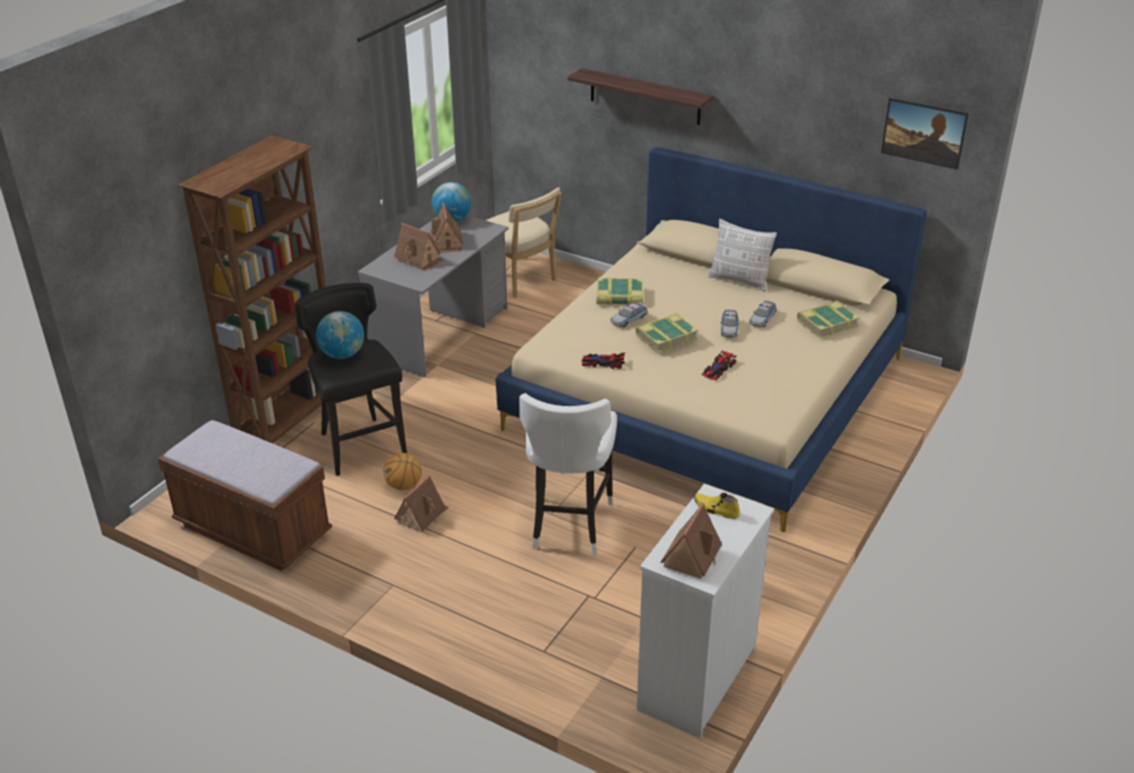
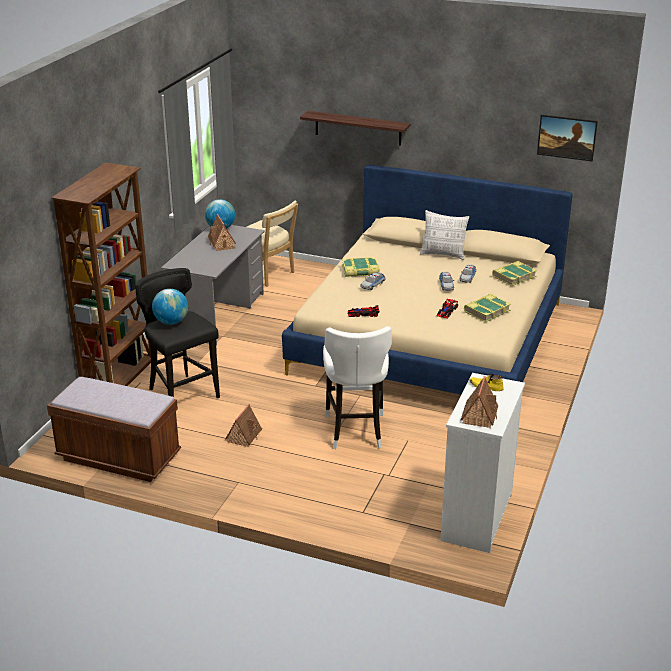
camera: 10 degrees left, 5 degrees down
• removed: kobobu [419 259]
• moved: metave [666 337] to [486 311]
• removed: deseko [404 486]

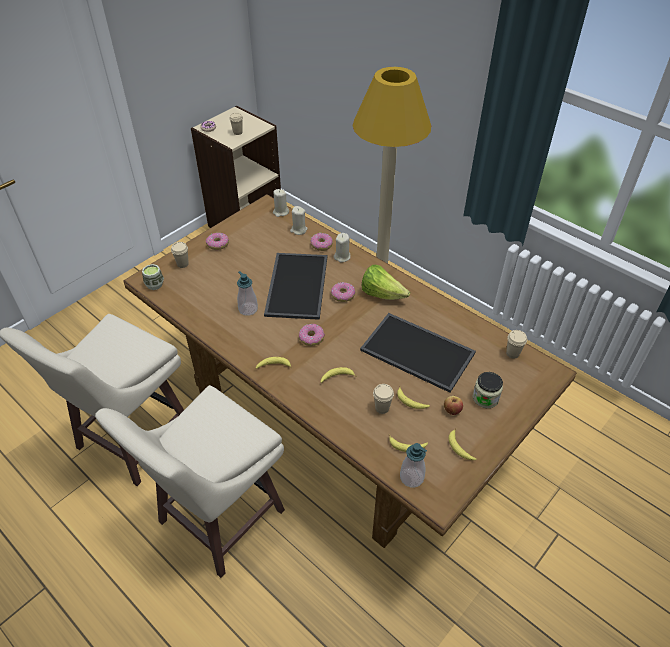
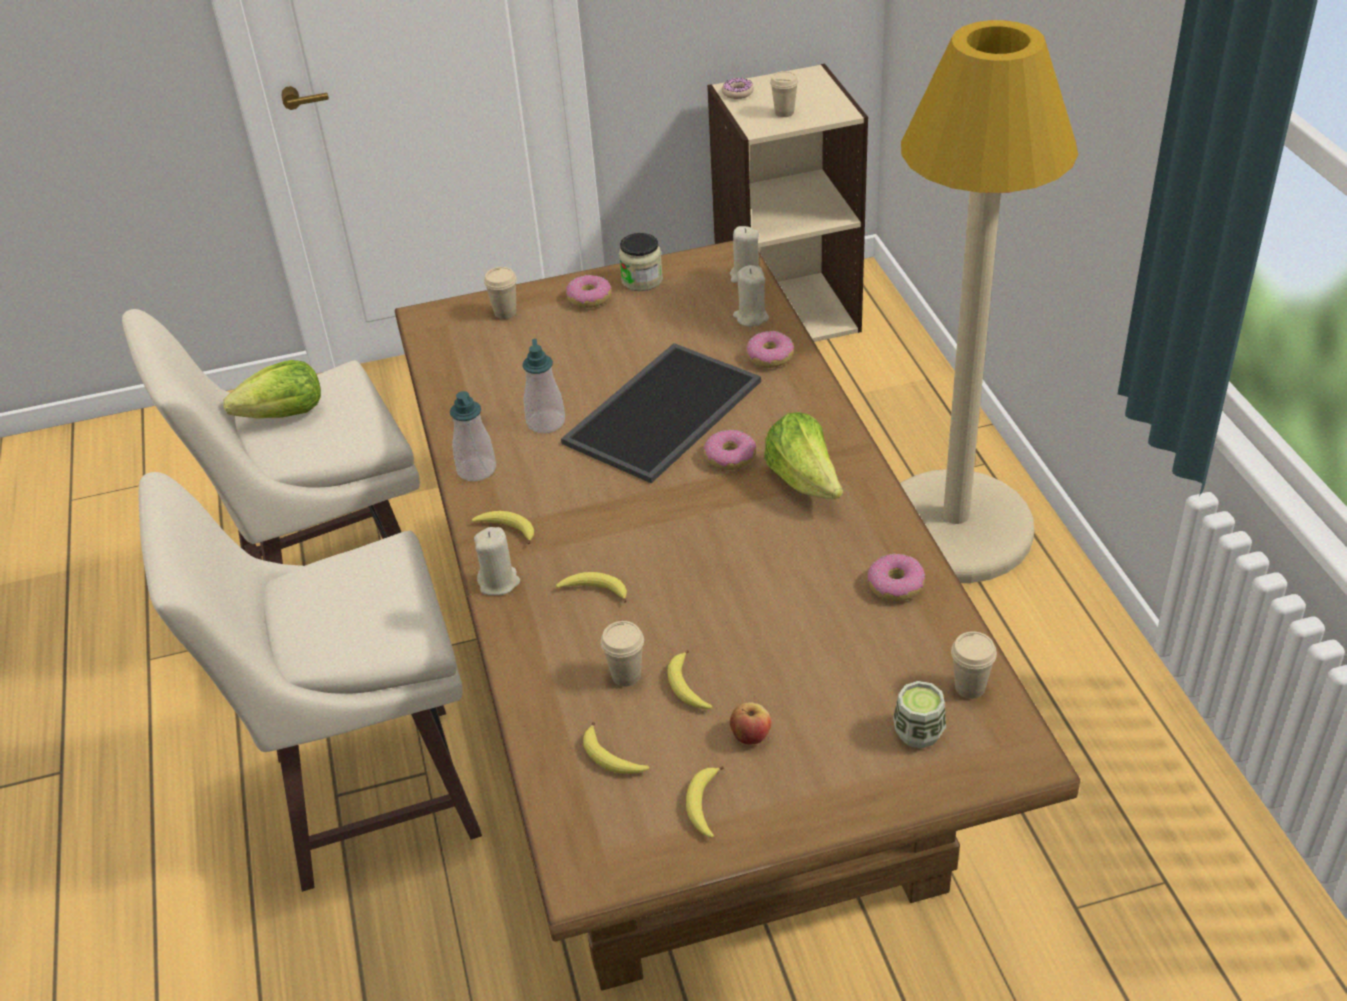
camera: 35 degrees right, 5 degrees down
• moved: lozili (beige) [342 257] to [499 582]
• moved: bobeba [155 284] to [918 732]
• removed: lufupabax [419 351]
• moved: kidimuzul [311 338] to [895 585]
• moved: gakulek [485 398] to [642 280]
• moved: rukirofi [411 477] to [476 469]
• added: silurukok [284 415]

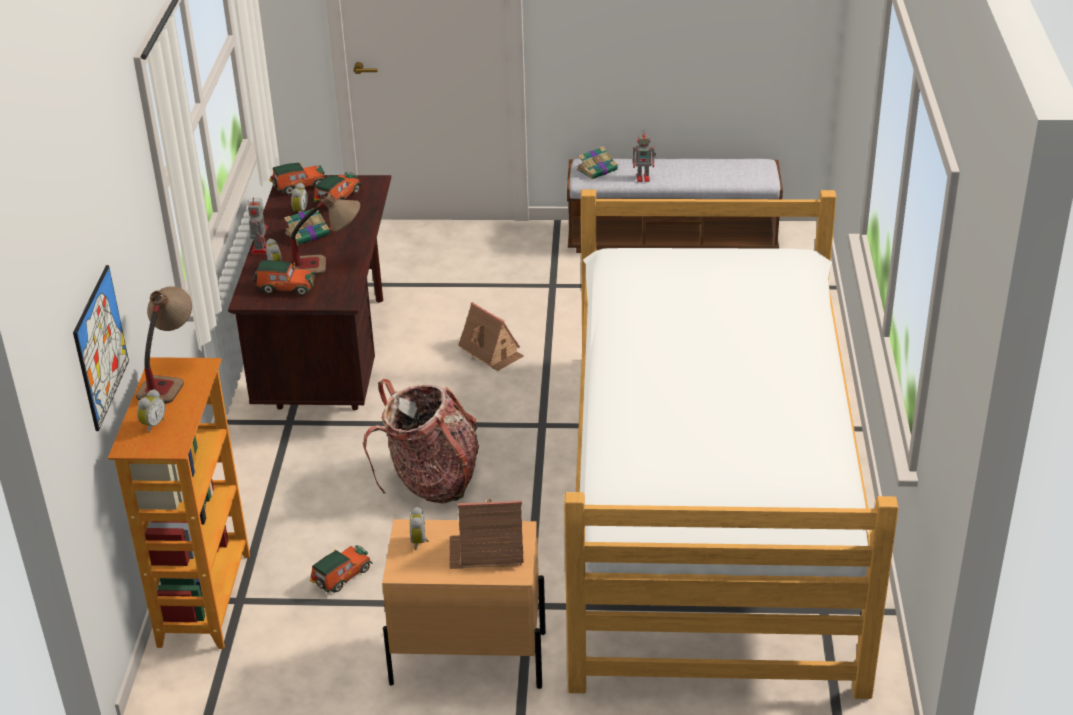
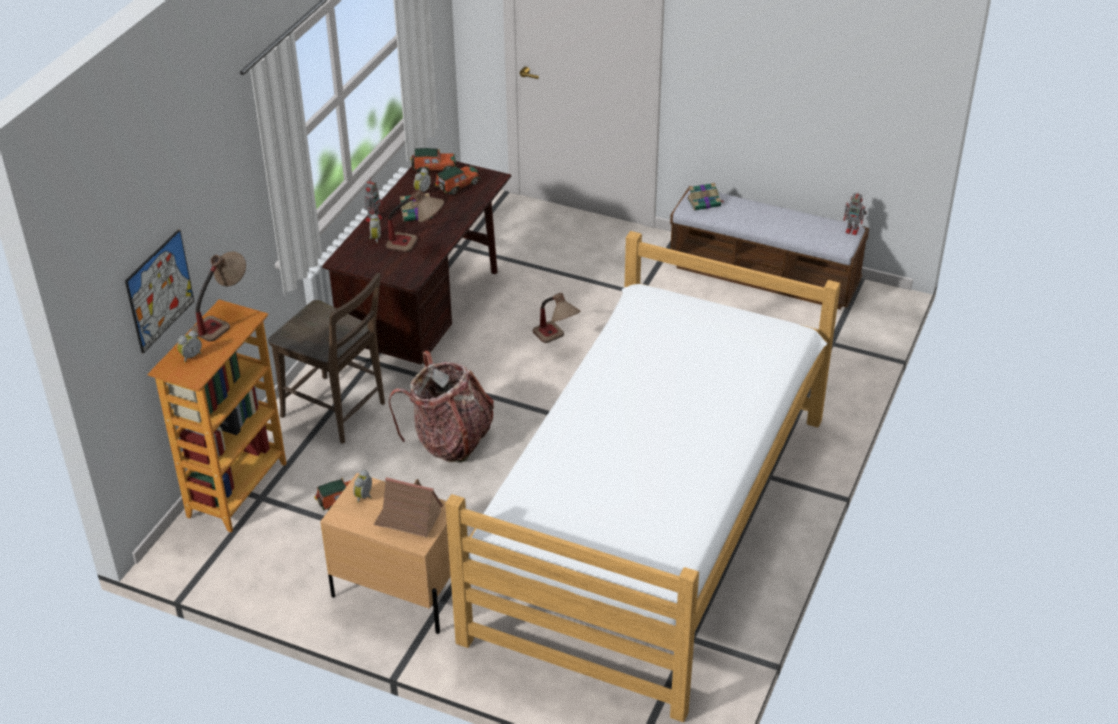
camera: 20 degrees right, 5 degrees up
• moved: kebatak [644 178] to [853 230]
• removed: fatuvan [285 287]
• replaced: kobobu [491 352] to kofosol [557 341]
• added: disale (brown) [338 412]

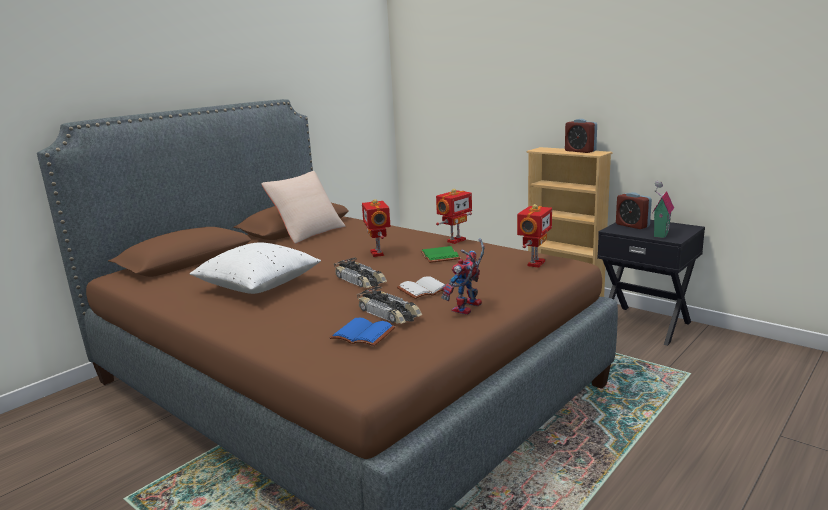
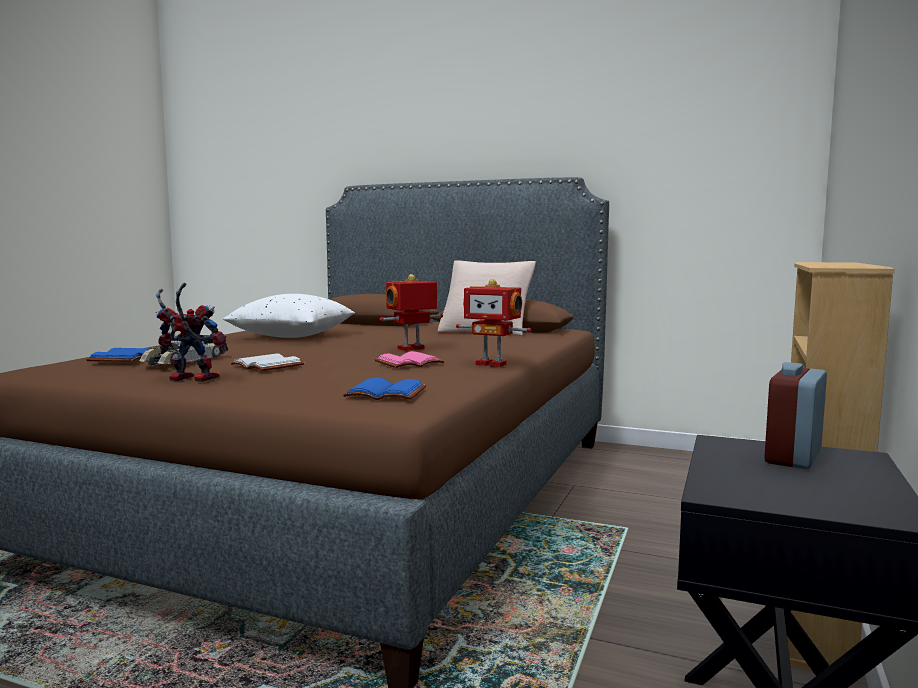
camera: 70 degrees right, 10 degrees down
• removed: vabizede [580 151]
• removed: kobobu [659 234]
• replaced: kebatak [534 263] to metave (blue) [387 393]
• recoloured: metave (green) [441 256] to metave (pink) [409 364]
• removed: fatuvan [360 280]

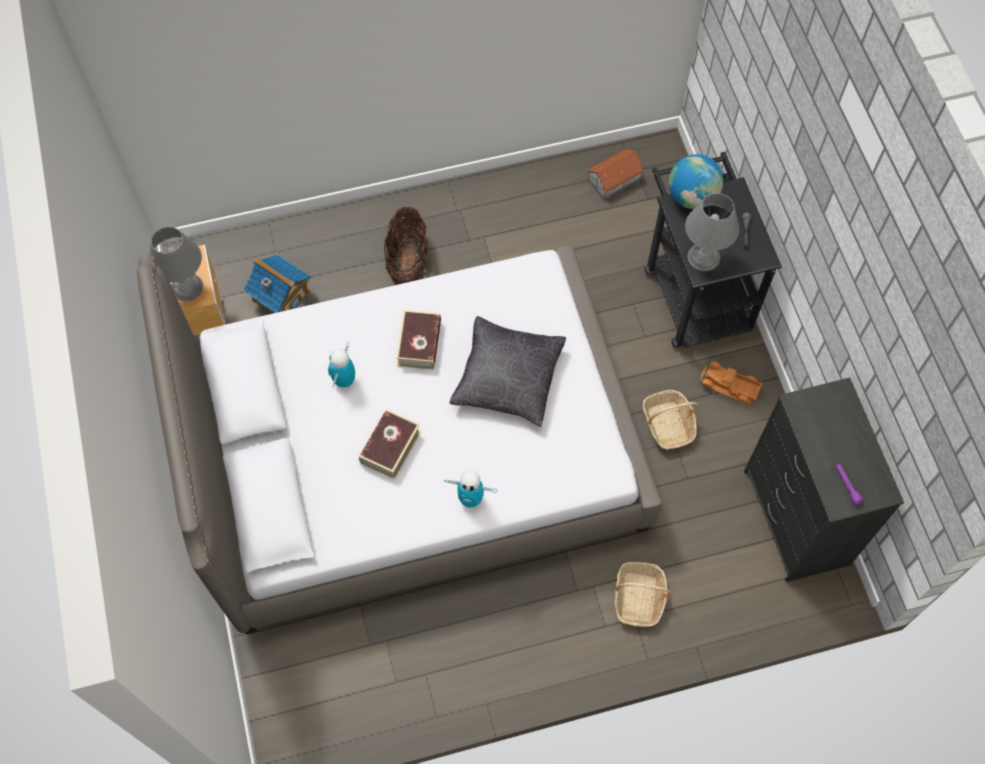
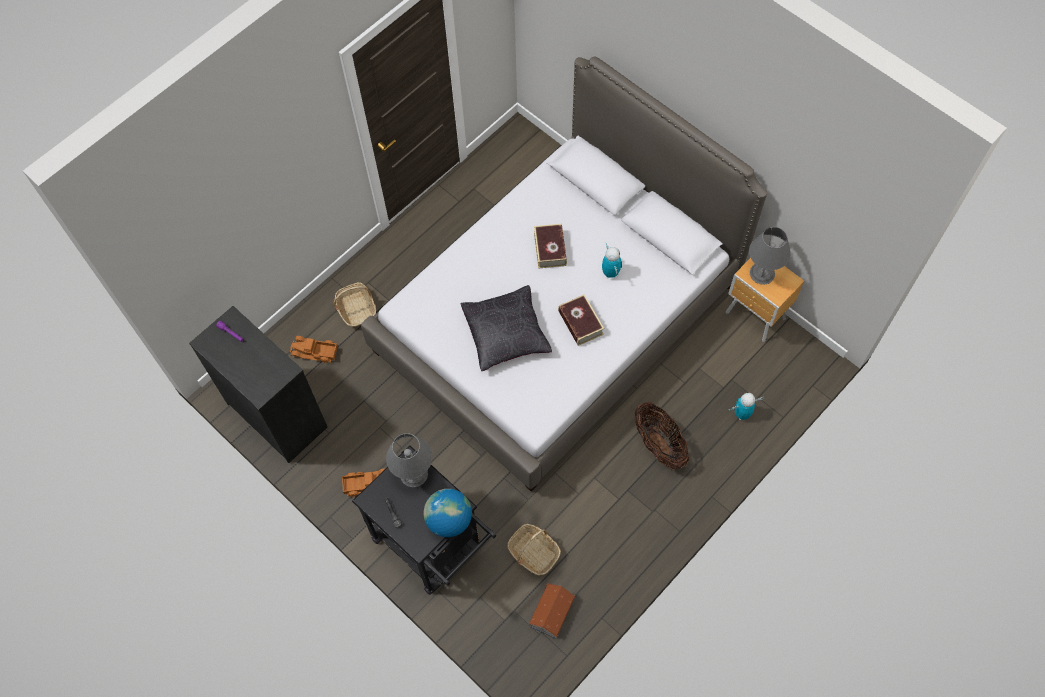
camera: 150 degrees right, 0 degrees up
• removed: kobobu [281 296]
• moved: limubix [668 424] to [533 552]
• moved: kebatak [471 499] to [741 414]
• added: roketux [314 352]

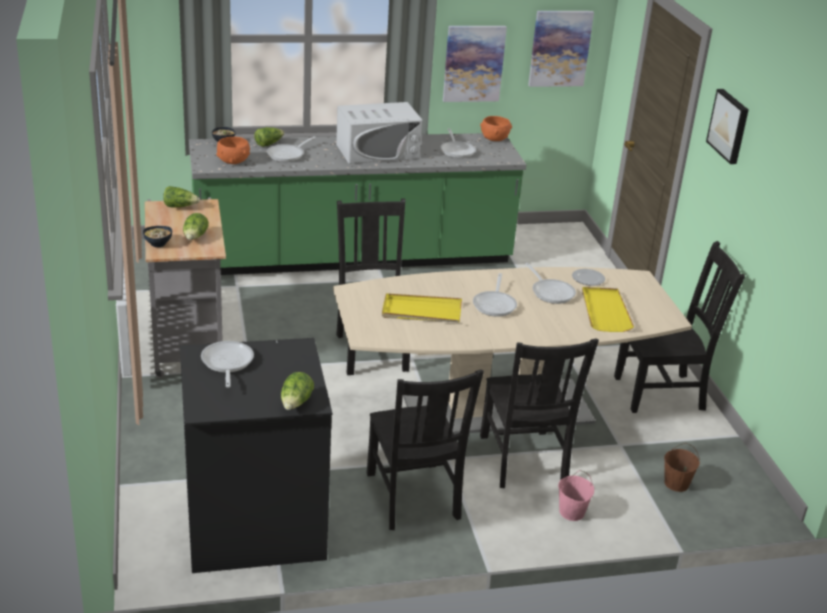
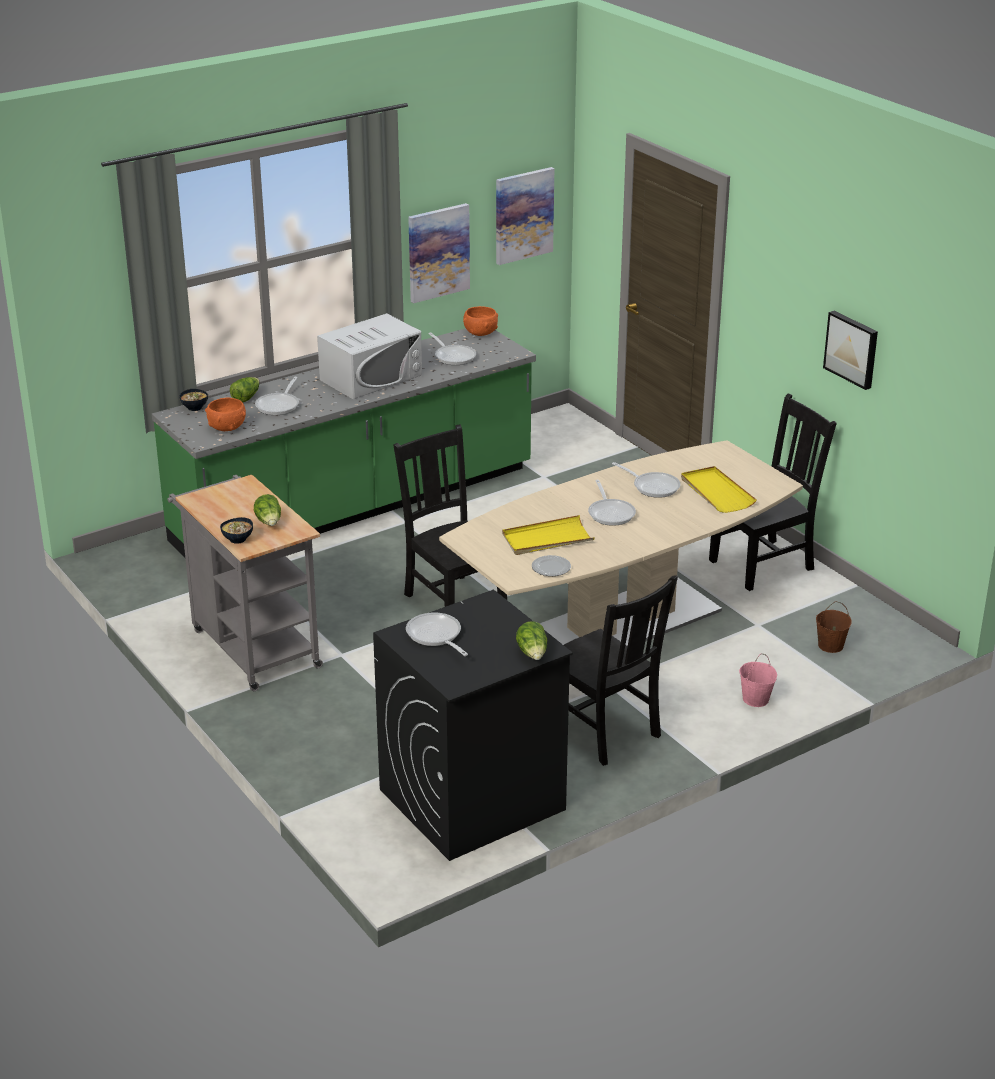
camera: 20 degrees left, 0 degrees up
• moved: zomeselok [729 126] to [852 349]
• removed: silurukok [180 206]
• moved: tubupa [588 279] to [551 568]
• removed: disale (black) [523 461]

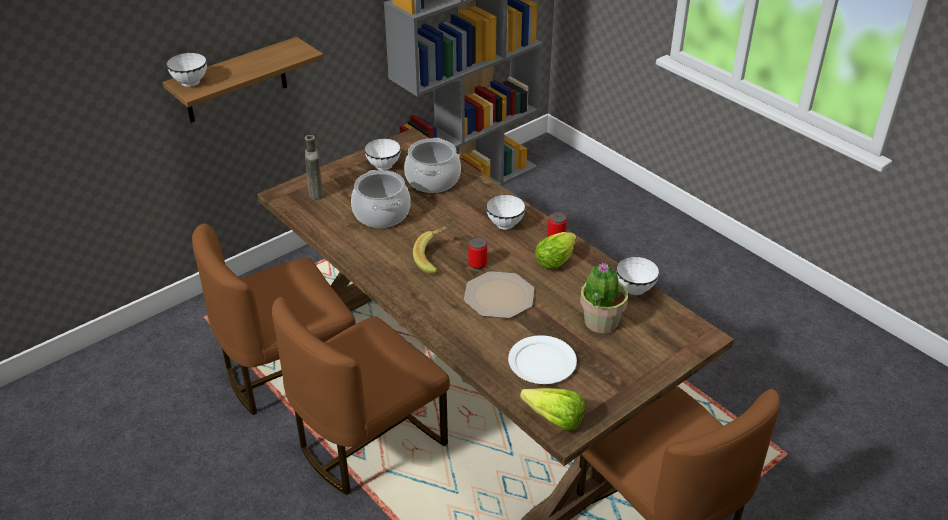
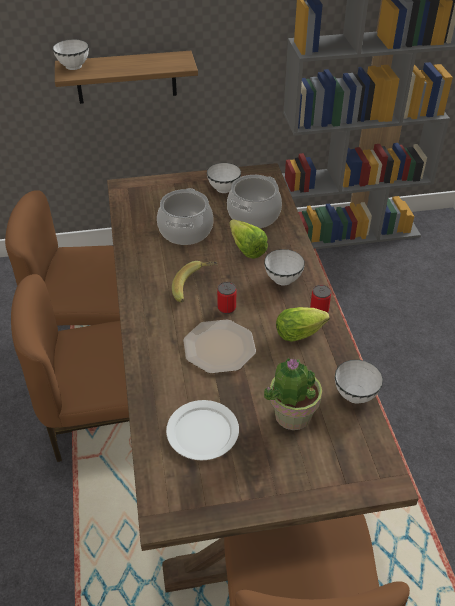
camera: 30 degrees right, 5 degrees up
• removed: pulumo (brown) [316 194]
• moved: silurukok [550 417] to [245 246]

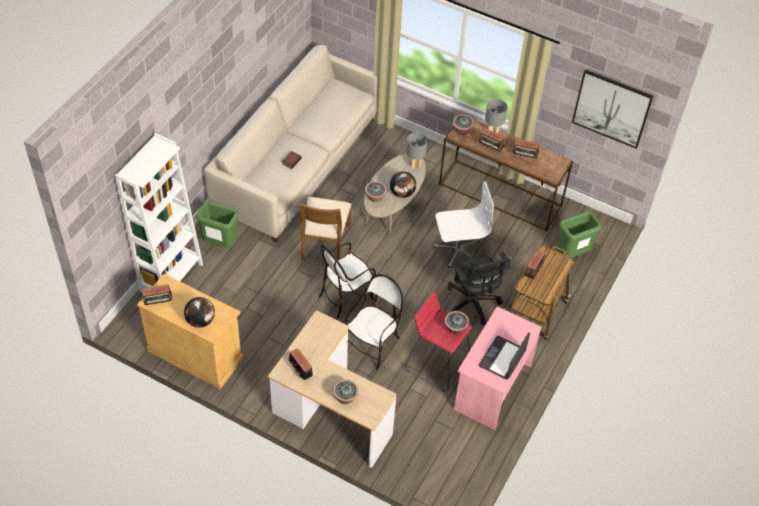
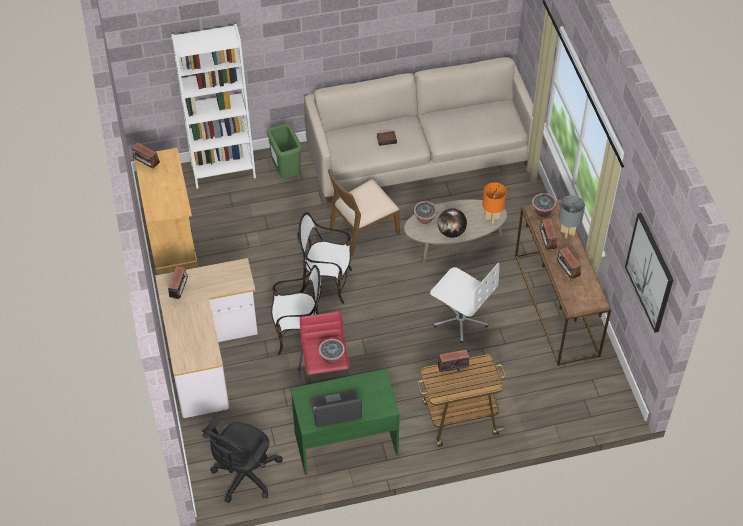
camera: 50 degrees right, 0 degrees up
• recoloured: kofosol (grey) [415 165] to kofosol (orange) [492 218]
• removed: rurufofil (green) [572 254]
• moved: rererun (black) [473 304] to [244 477]
• removed: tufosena [200 320]
• recoloured: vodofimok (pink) [491 387] to vodofimok (green) [345 442]
• removed: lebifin [345 398]

